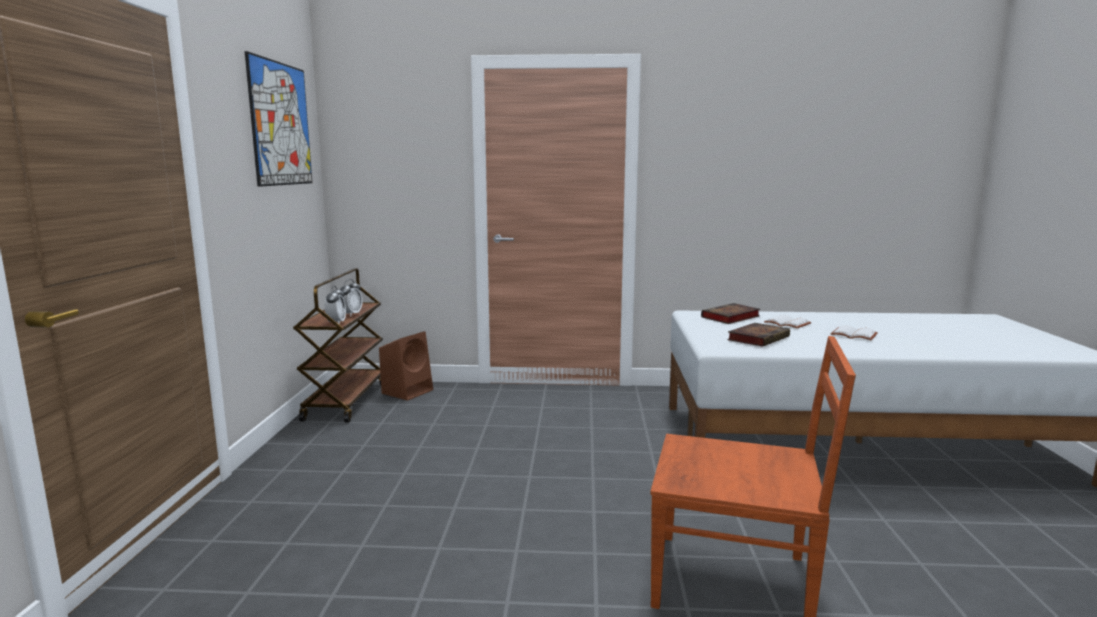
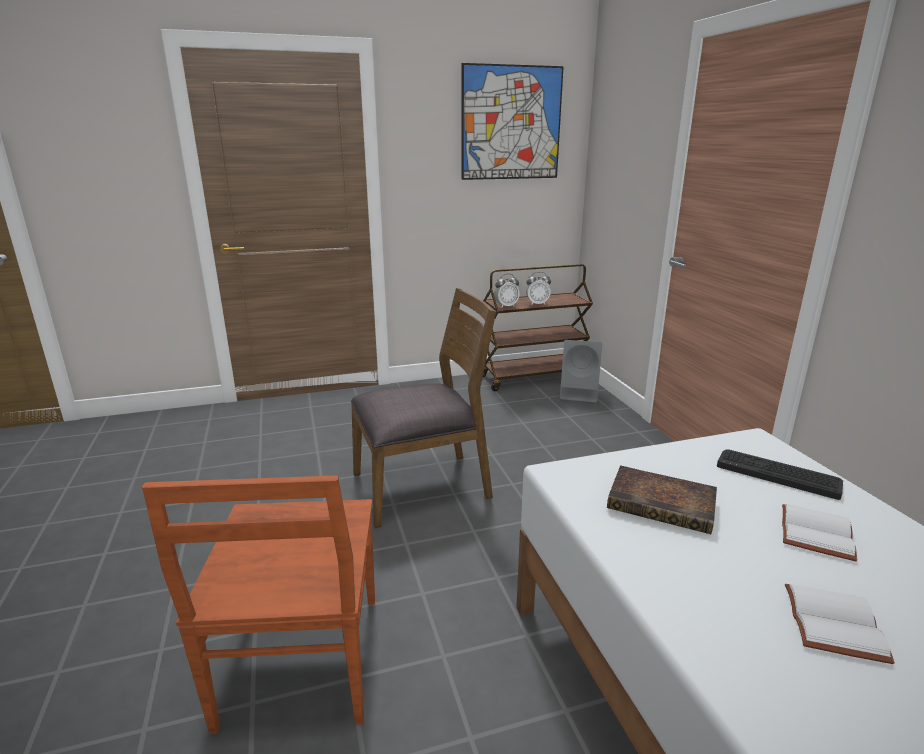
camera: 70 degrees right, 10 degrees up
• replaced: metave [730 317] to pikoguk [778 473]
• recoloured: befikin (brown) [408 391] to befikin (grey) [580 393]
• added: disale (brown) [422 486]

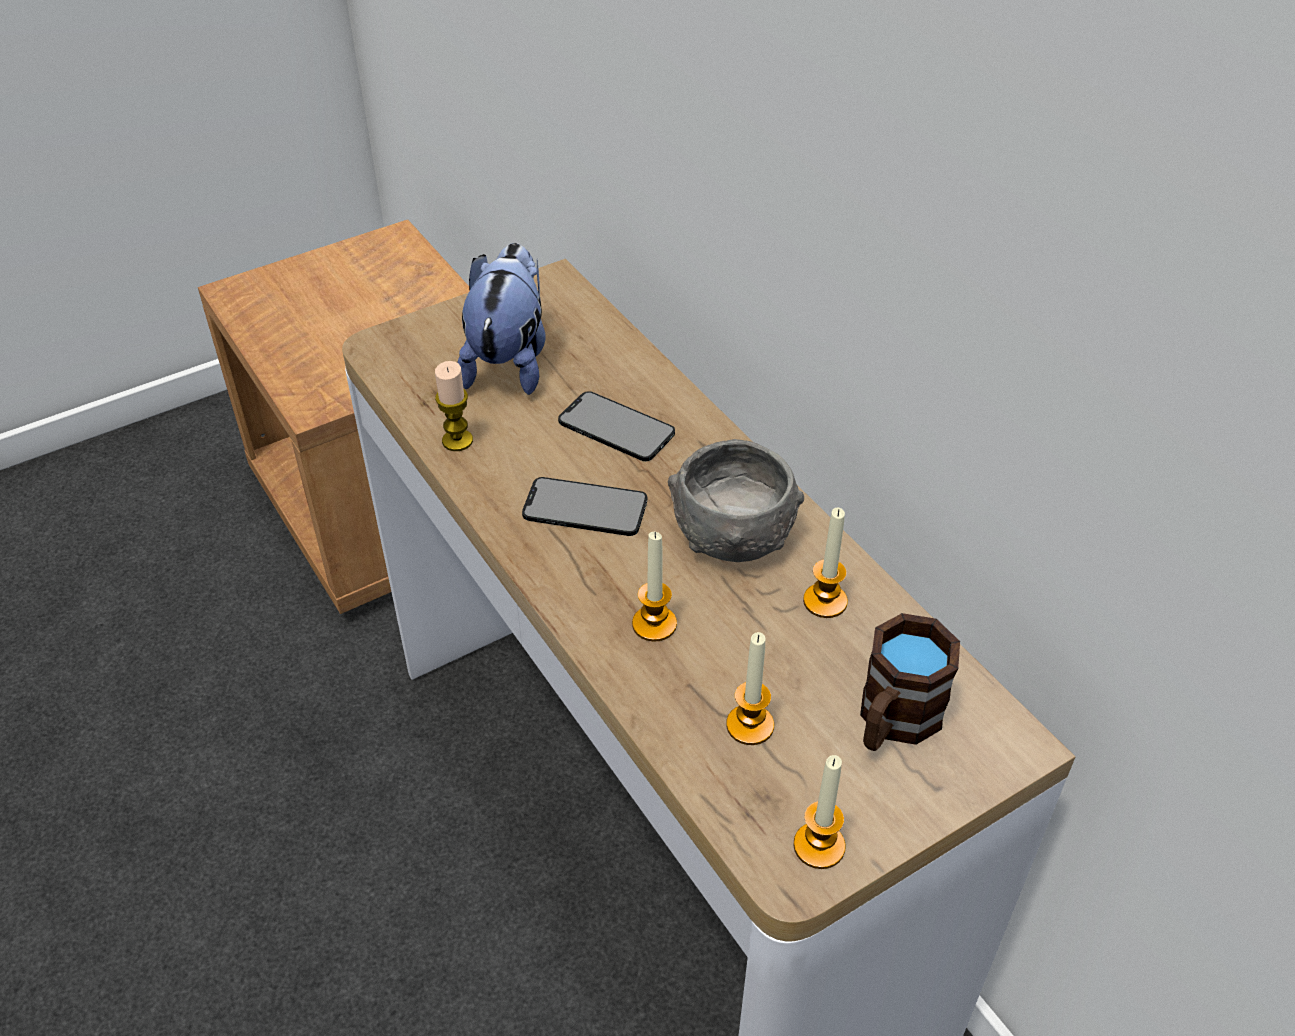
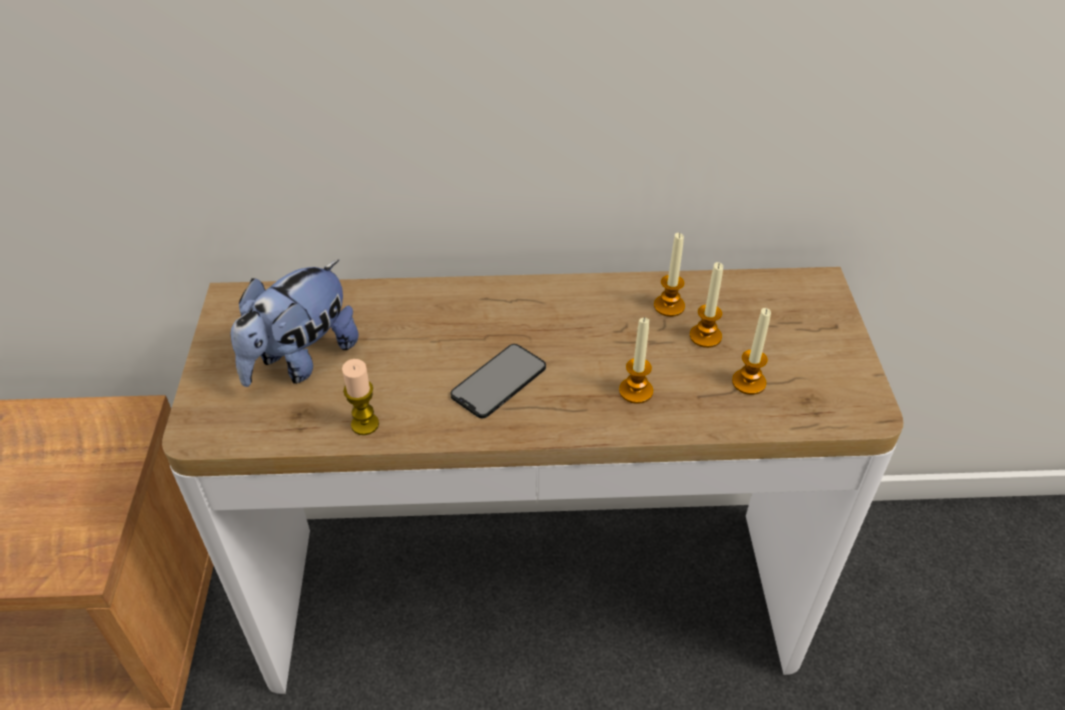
camera: 60 degrees left, 0 degrees up
• turned: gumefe [509 361] = [301 360] 90 degrees counterclockwise
• removed: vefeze [616 427]
• removed: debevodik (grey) [732 533]
• removed: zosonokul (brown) [893 722]
• moved: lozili [819 846] to [705 336]

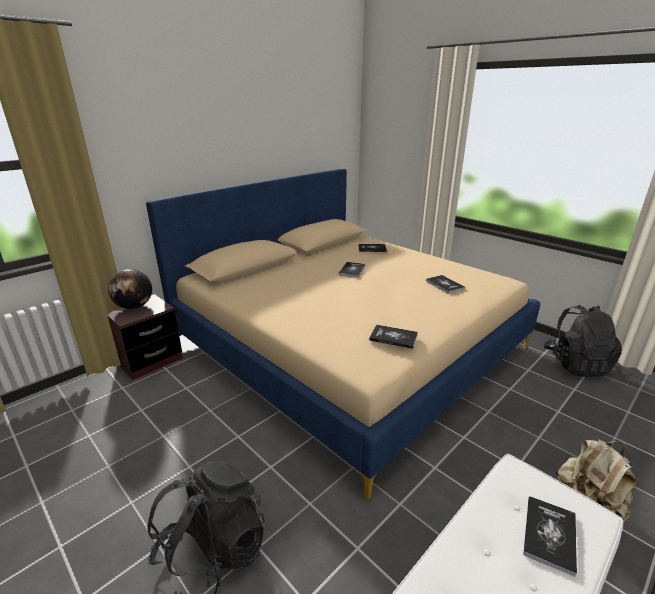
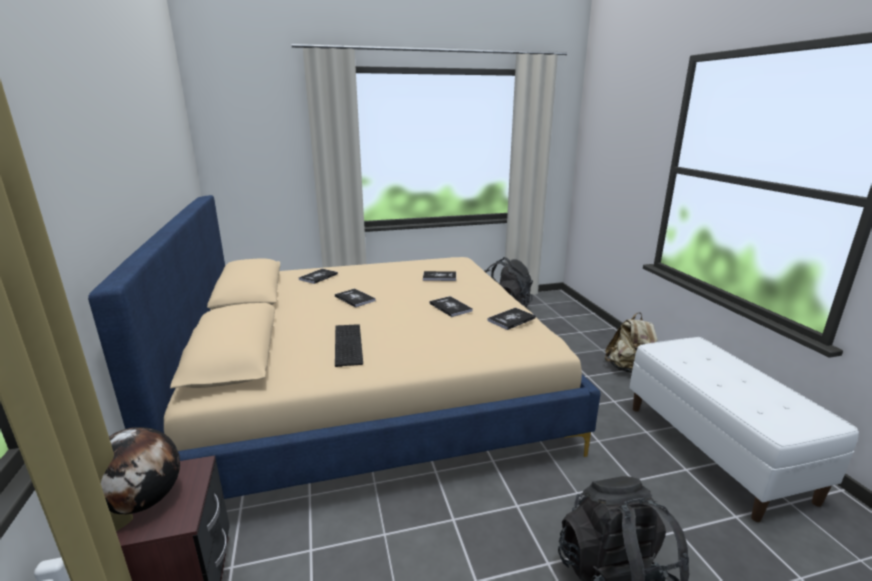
camera: 60 degrees left, 5 degrees down
• moved: metave [549 534] to [450 307]
• added: pikoguk [346 344]

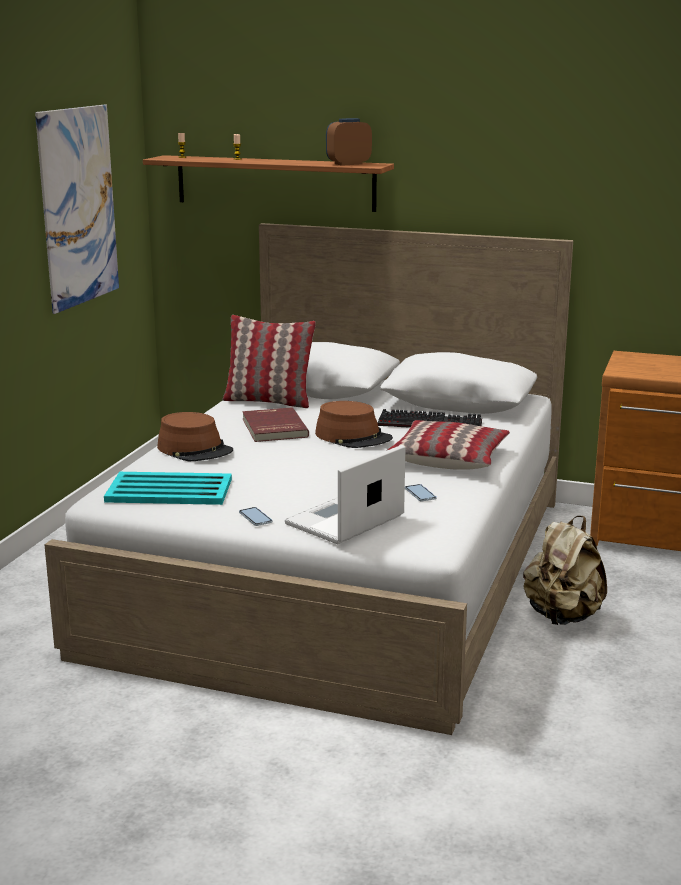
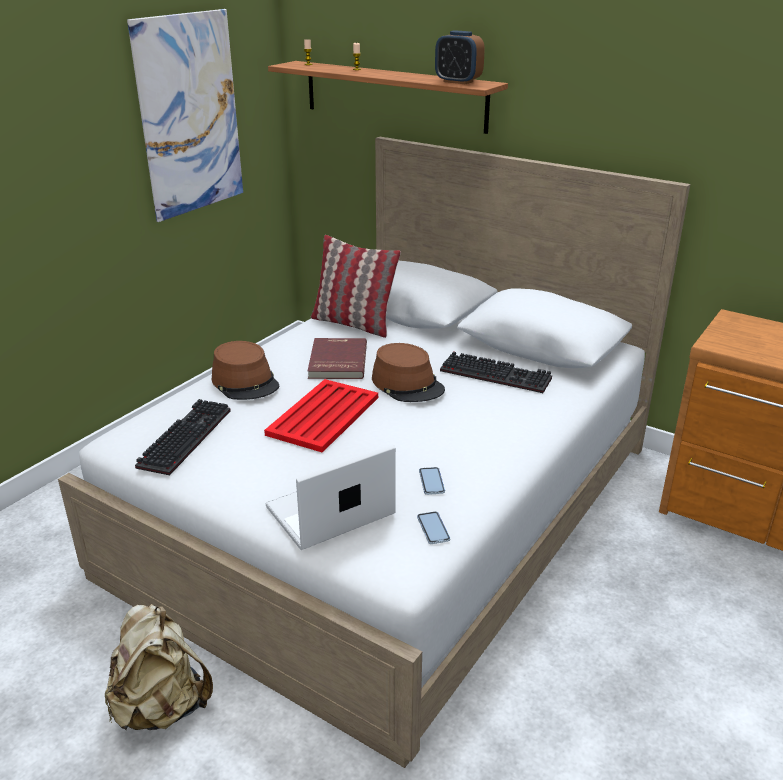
camera: 15 degrees right, 10 degrees up
• turned: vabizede [348 164] = [458 82] 135 degrees counterclockwise
• removed: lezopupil [448 458]
• replaced: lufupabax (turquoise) [168 490] to pikoguk [184 437]
• moved: vefeze [255 517] to [433 528]
• moved: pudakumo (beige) [562 616] to [161 707]
• added: lufupabax (red) [322 416]

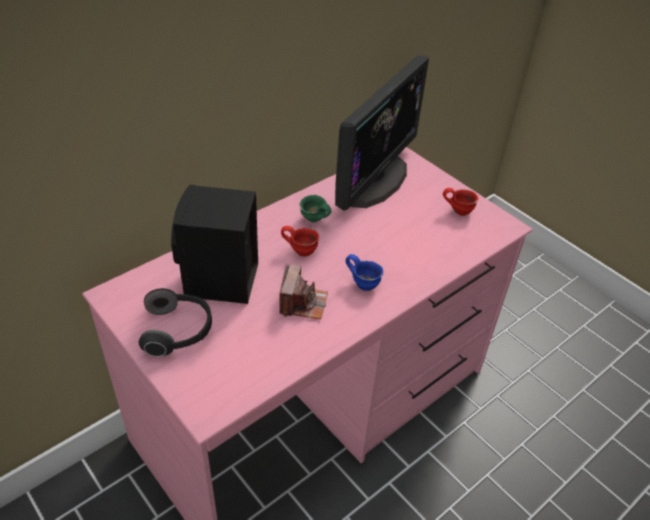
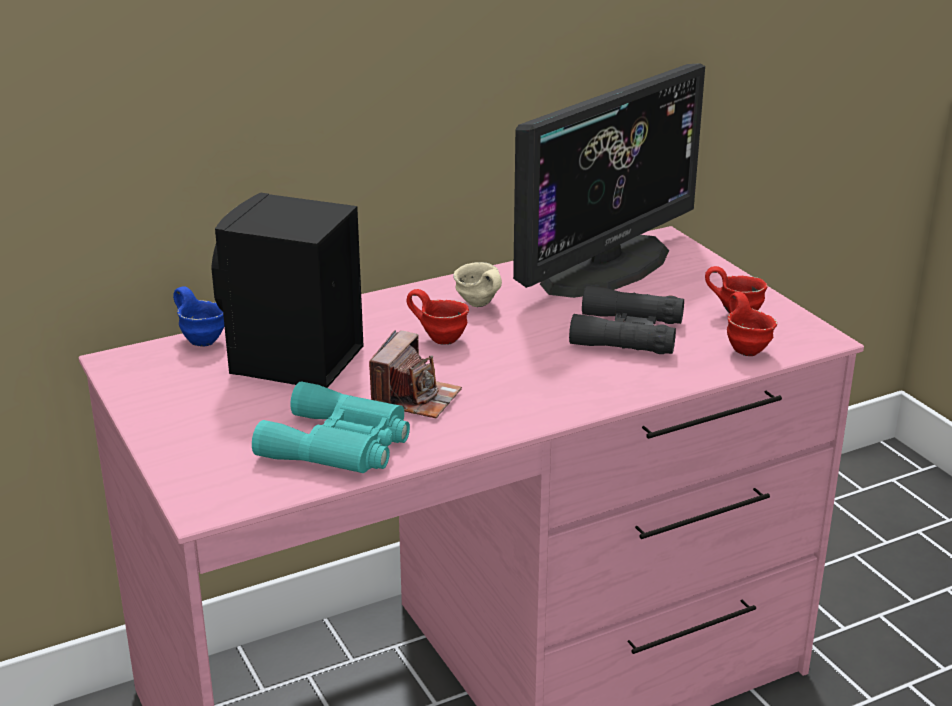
camera: 15 degrees right, 15 degrees down
• recoloured: zosonokul (green) [313 221] to zosonokul (beige) [477 306]
• moved: zosonokul (blue) [364 283] to [203 339]
• removed: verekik [178 332]
• added: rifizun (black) [627 333]
• added: zosonokul (red) [747 349]
• added: rifizun (turquoise) [339 445]

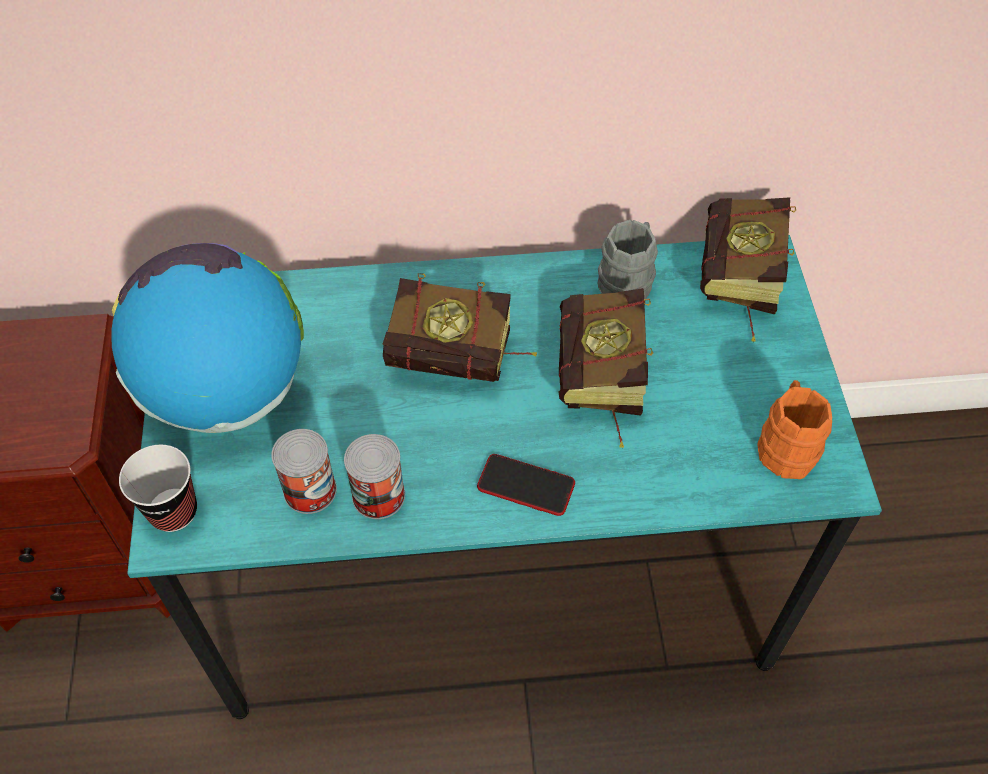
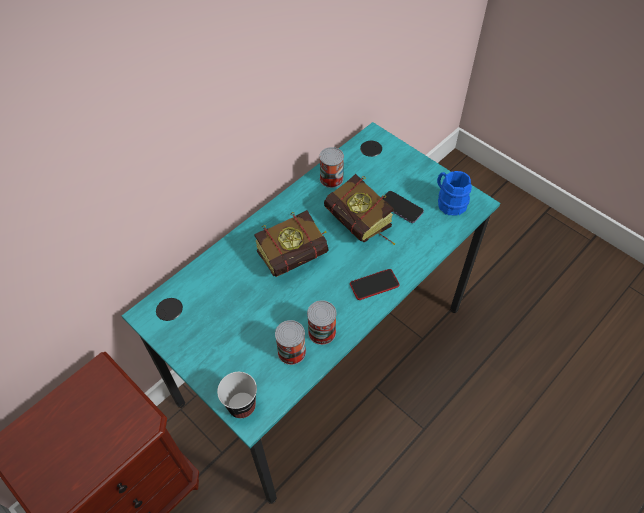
camera: 40 degrees left, 0 degrees up
• removed: metave [737 286]
• replaced: zosonokul (grey) [628 281] to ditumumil [331 179]
• removed: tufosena [227 390]
• recoloured: zosonokul (orange) [785 445] to zosonokul (blue) [448 202]
• added: vefeze [400 208]

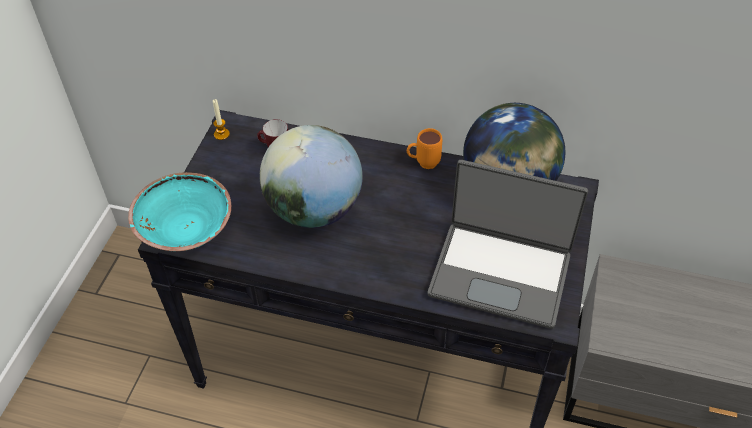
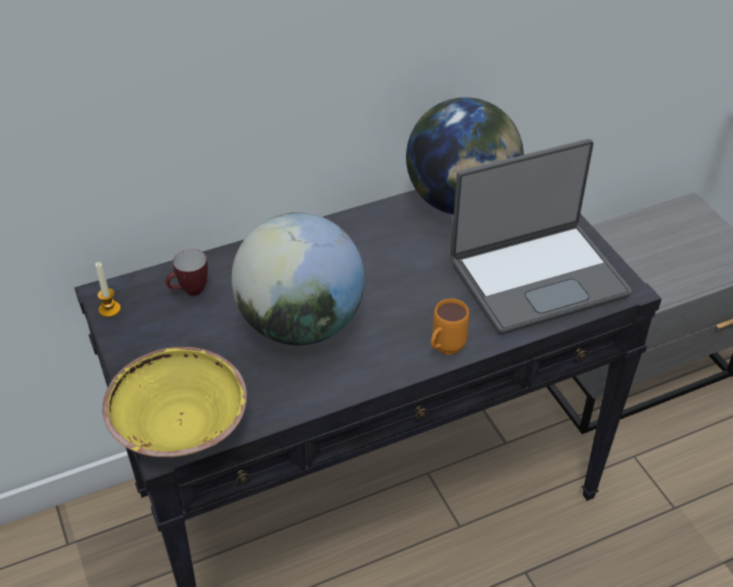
camera: 40 degrees left, 5 degrees down
• moved: zosonokul (orange) [423 163] to [444 350]
• recoloured: debevodik (turquoise) [185 229] to debevodik (yellow) [179 426]

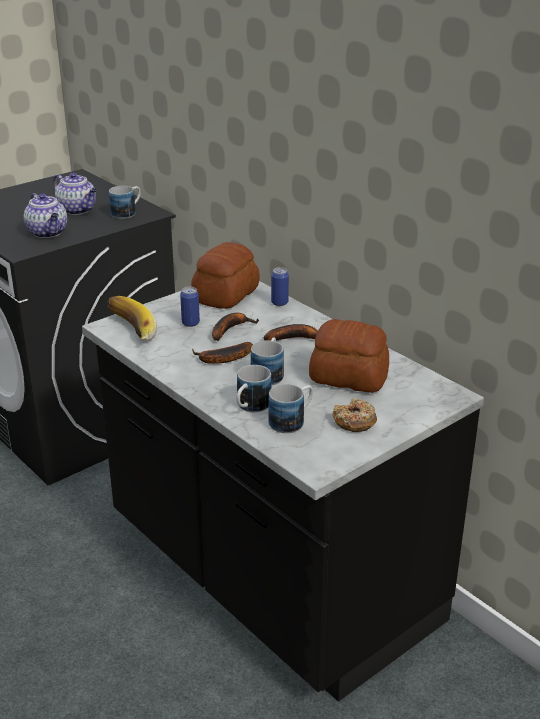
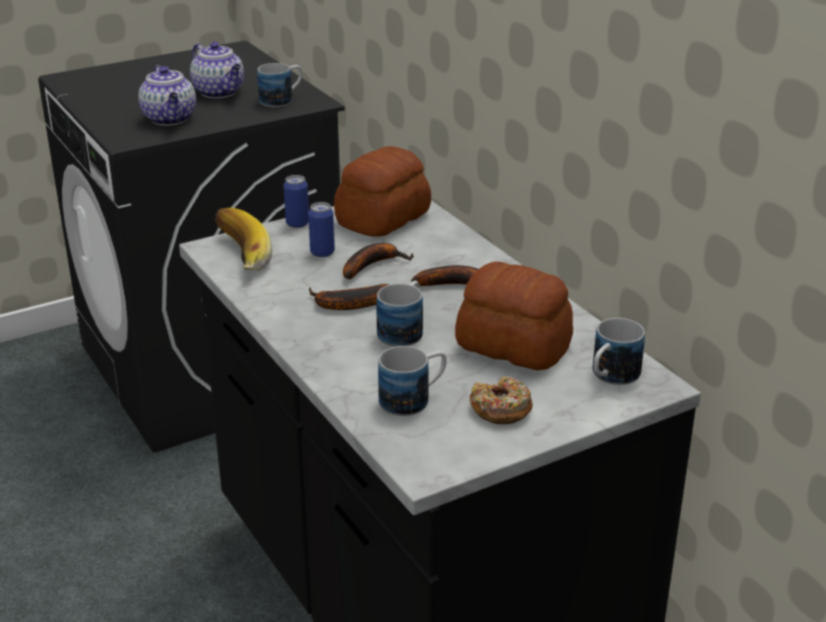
camera: 10 degrees right, 0 degrees up
• moved: ditumumil [279 303] to [297 223]
• moved: zosonokul [250 407] to [610 377]

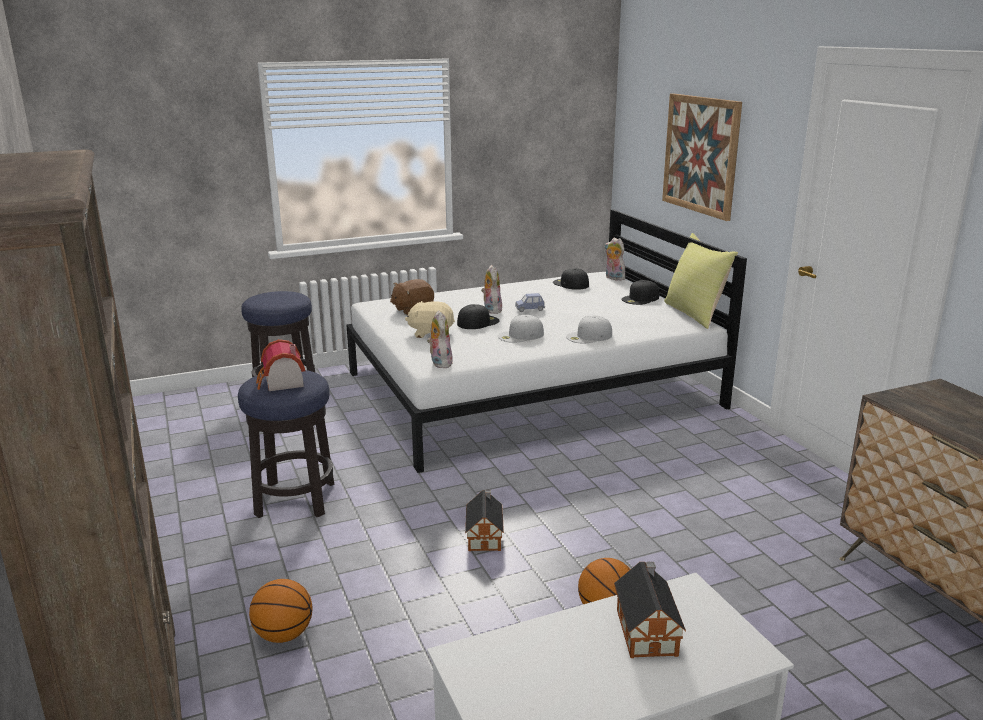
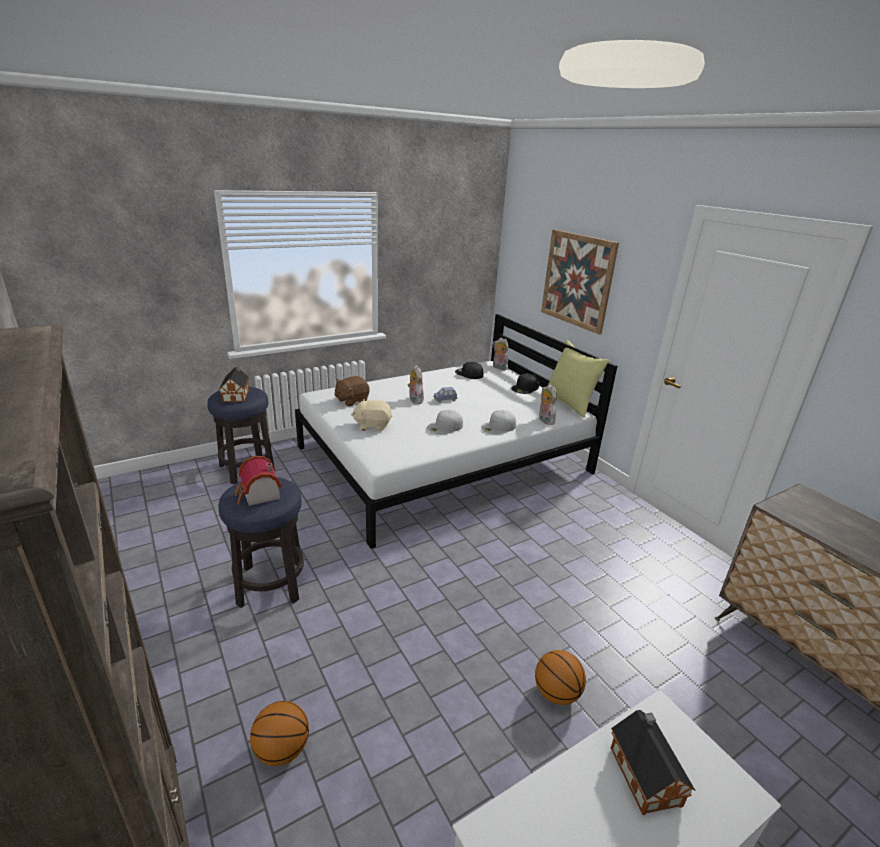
camera: 10 degrees left, 5 degrees up
• removed: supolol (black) [478 322]
• moved: gumefe [439 363] to [544 420]
• moved: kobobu [485 535] to [236 395]

